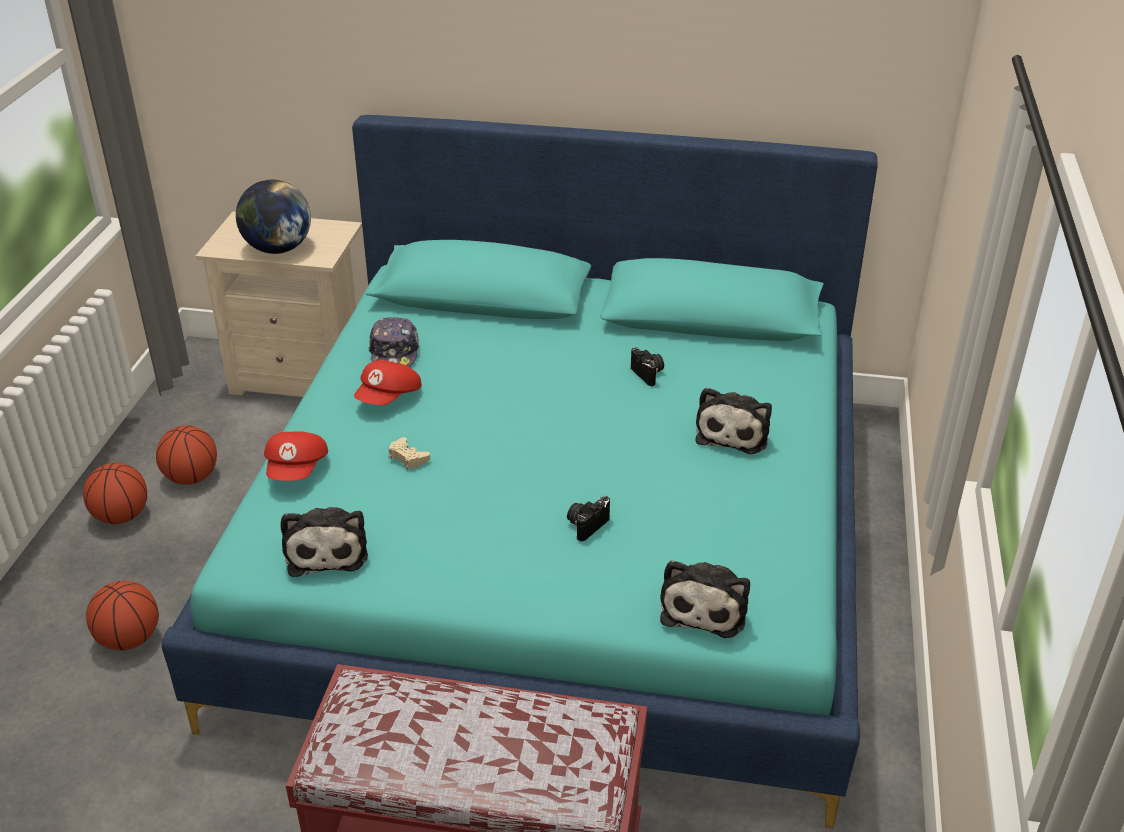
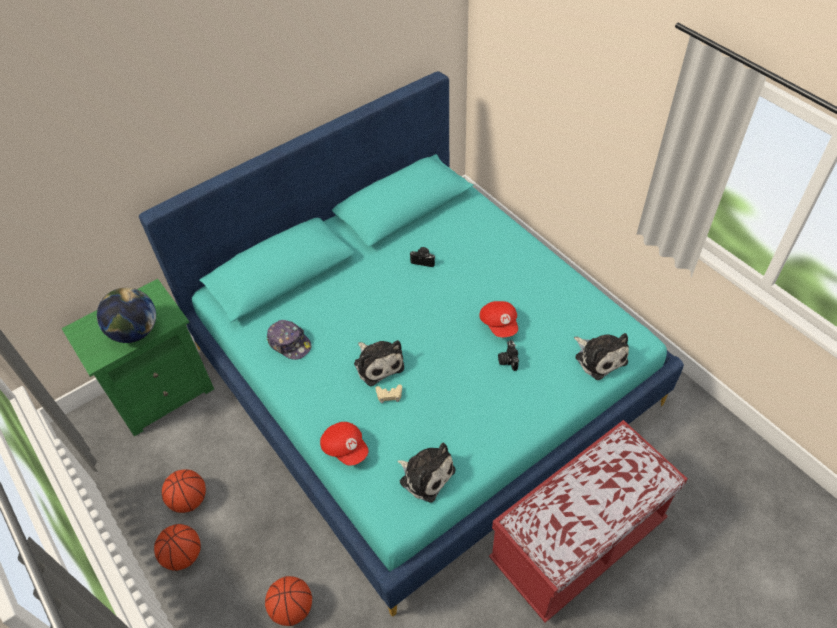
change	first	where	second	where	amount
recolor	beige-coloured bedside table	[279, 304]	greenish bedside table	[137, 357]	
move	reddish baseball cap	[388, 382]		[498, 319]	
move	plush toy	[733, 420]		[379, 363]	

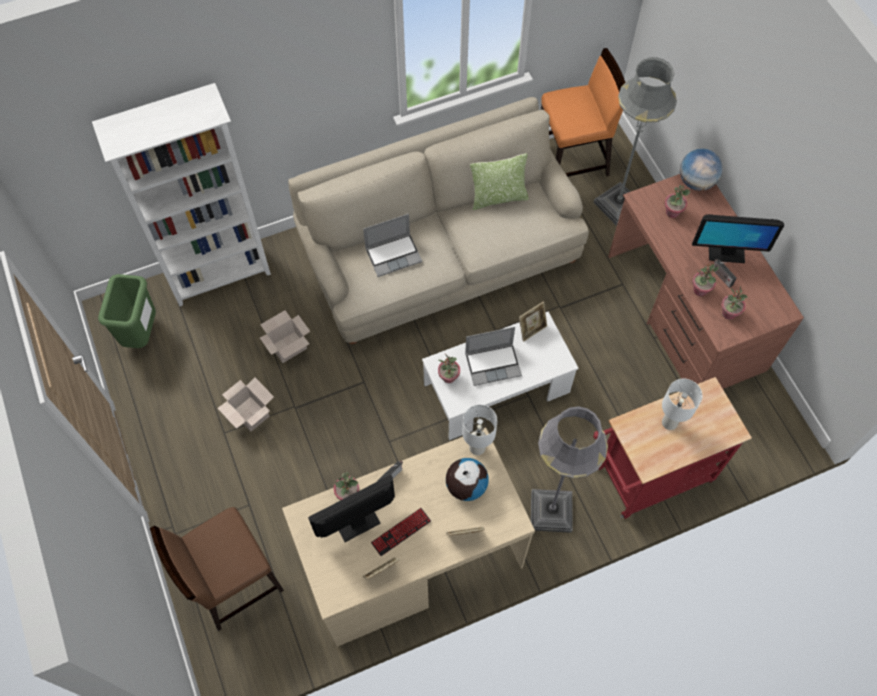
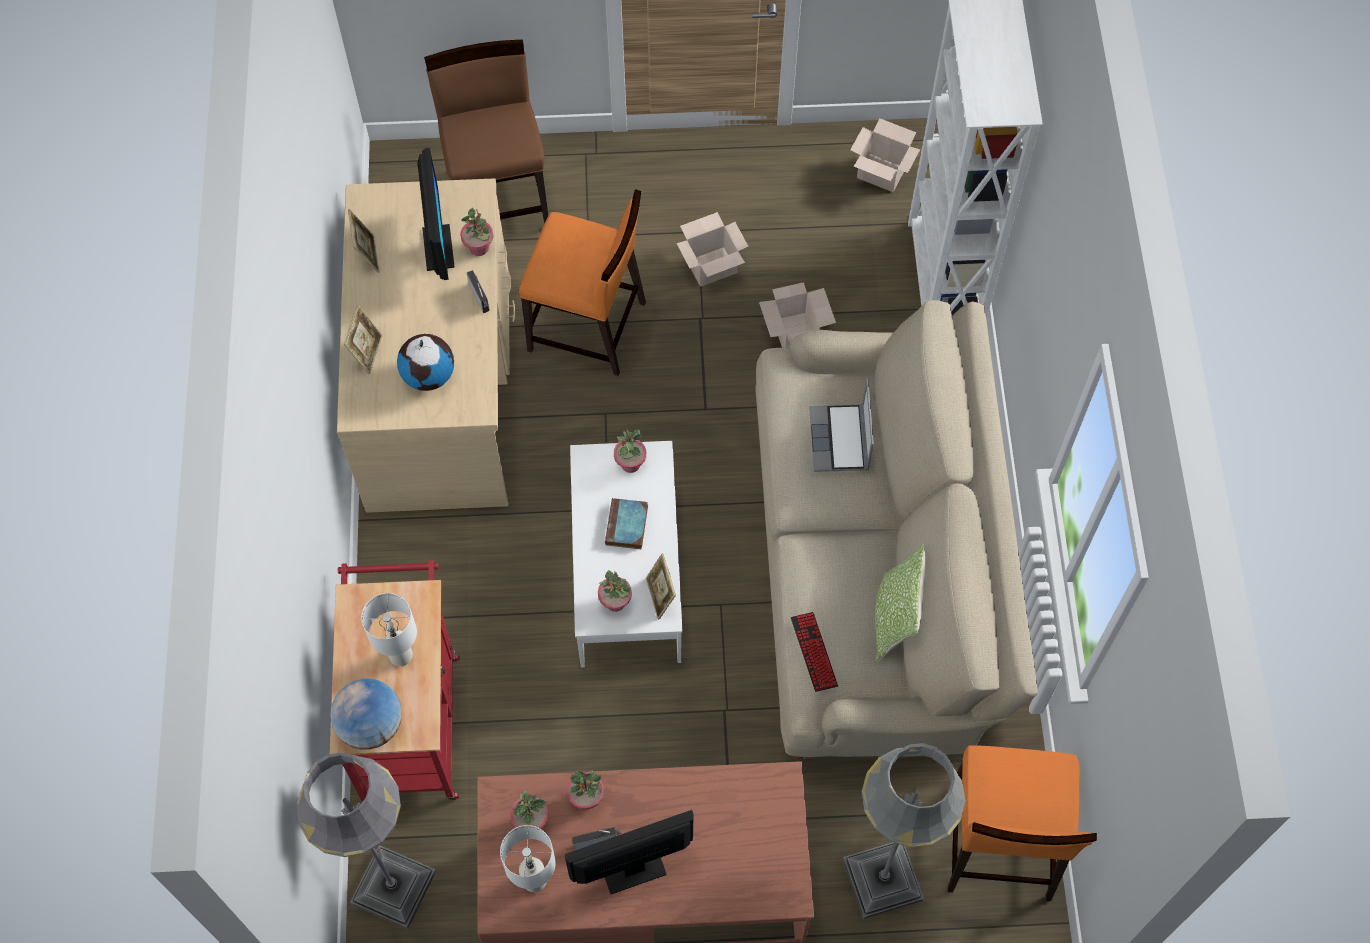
change	first	where	second	where	amount
replace	greenish waste bin	[127, 311]	cardboard box	[885, 155]	
move	PC keyboard	[401, 532]		[814, 652]	
move	white-coloured tabletop lamp	[480, 429]		[527, 858]	
replace	laptop	[493, 356]	bound book	[626, 523]	
move	greyish standing lamp	[569, 469]		[366, 840]	
move	houseplant	[677, 201]		[615, 591]	
move	world globe	[701, 170]		[366, 714]	
rotate	computer screen	[738, 238]		[629, 852]	45 degrees clockwise
insert			orangey upright chair	[582, 282]	

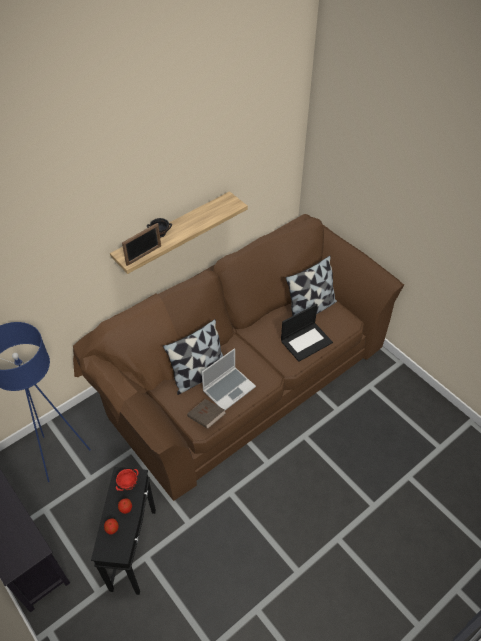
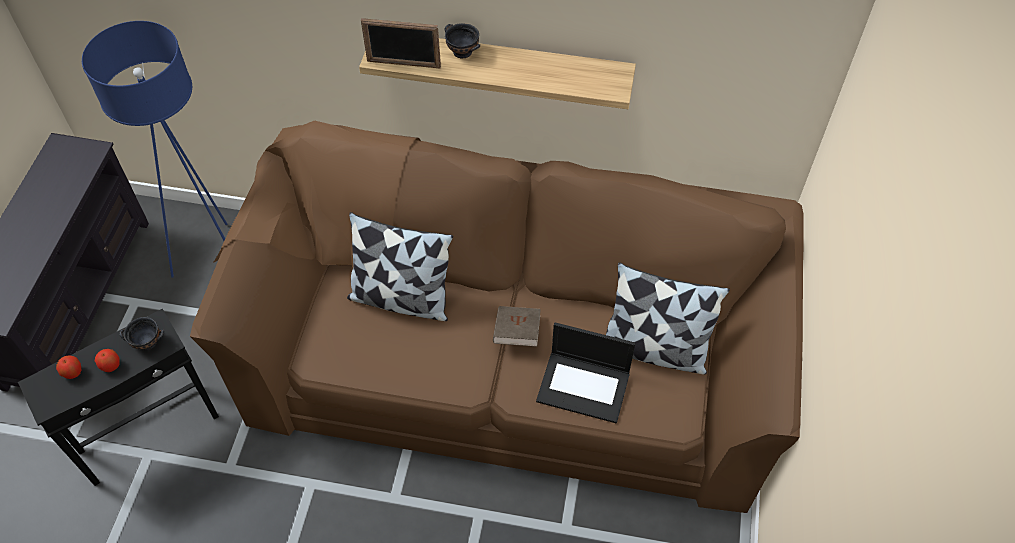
change	first	where	second	where	amount
recolor	reddish serving bowl	[127, 480]	blackish serving bowl	[141, 334]	
move	brownish bound book	[206, 414]		[517, 326]	
delete	laptop	[229, 379]			

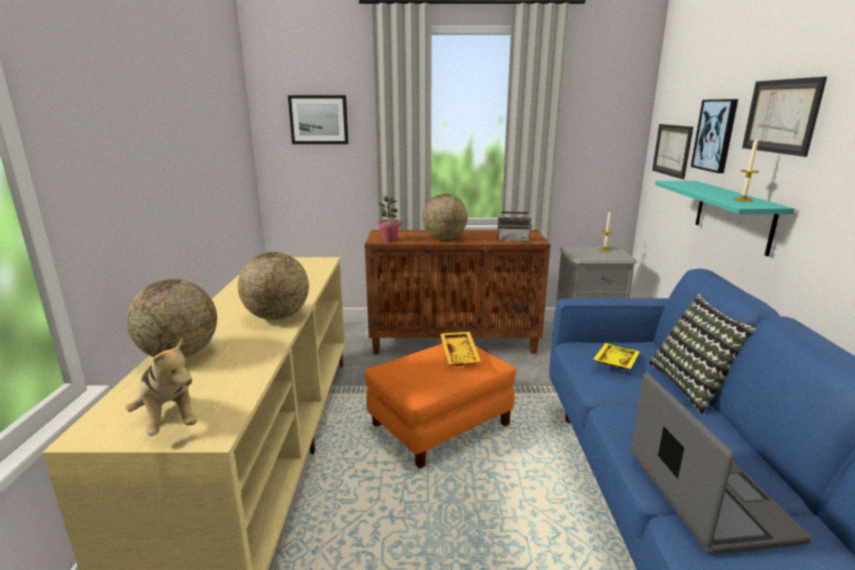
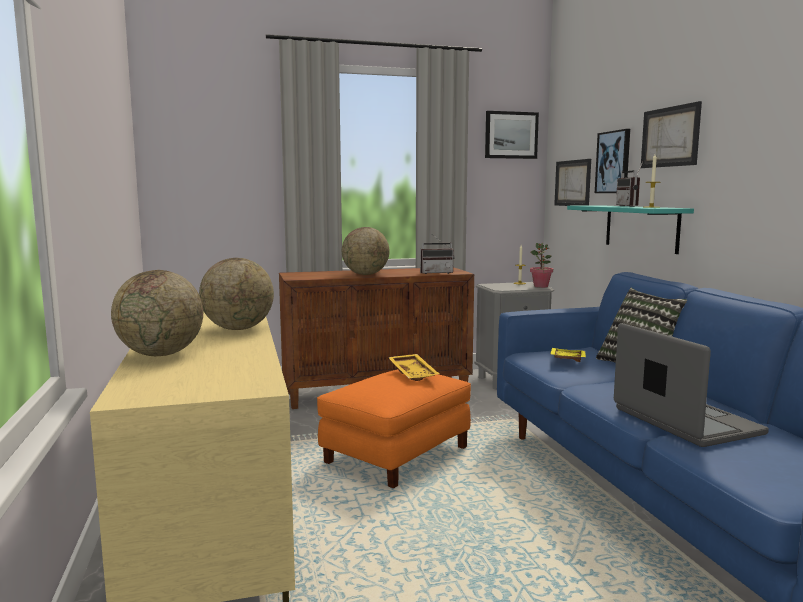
change	first	where	second	where	amount
delete	plush toy	[161, 387]			
move	wall picture	[318, 119]		[512, 135]	
move	houseplant	[389, 218]		[541, 265]	
insert			radio	[629, 184]	

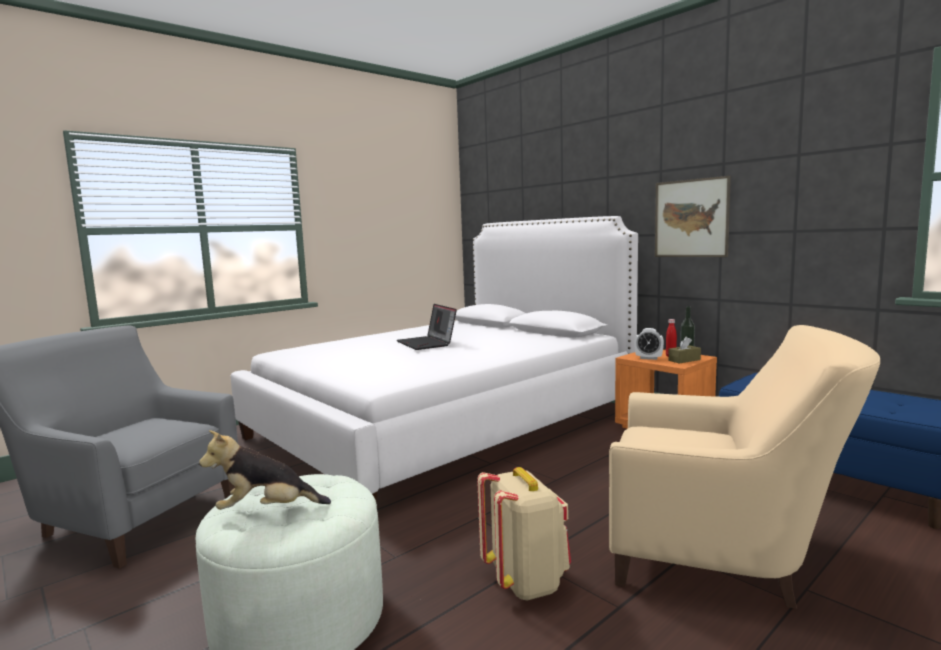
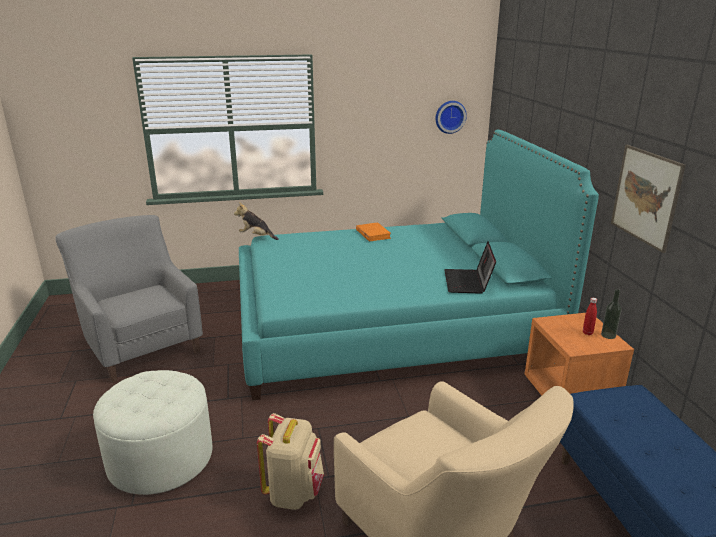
change	first	where	second	where	amount
move	plush toy	[265, 470]		[256, 221]	
recolor	white-coloured bedroom bed	[434, 358]	turquoise bedroom bed	[419, 265]	
move	laptop	[427, 327]		[470, 267]	
delete	table clock	[649, 344]			
delete	brownish box of tissues	[684, 350]			
insert			orangey bound book	[373, 232]	
insert			clock on the wall	[451, 117]	

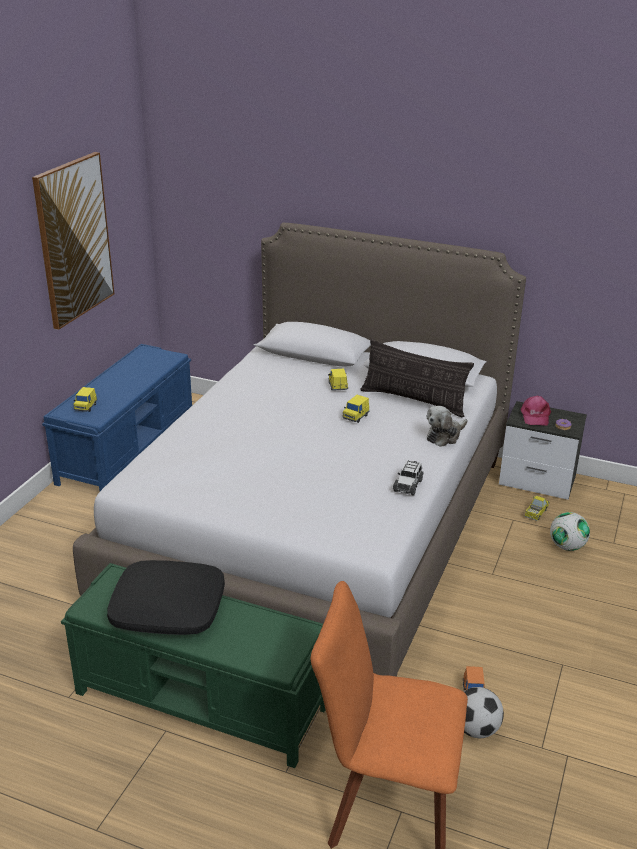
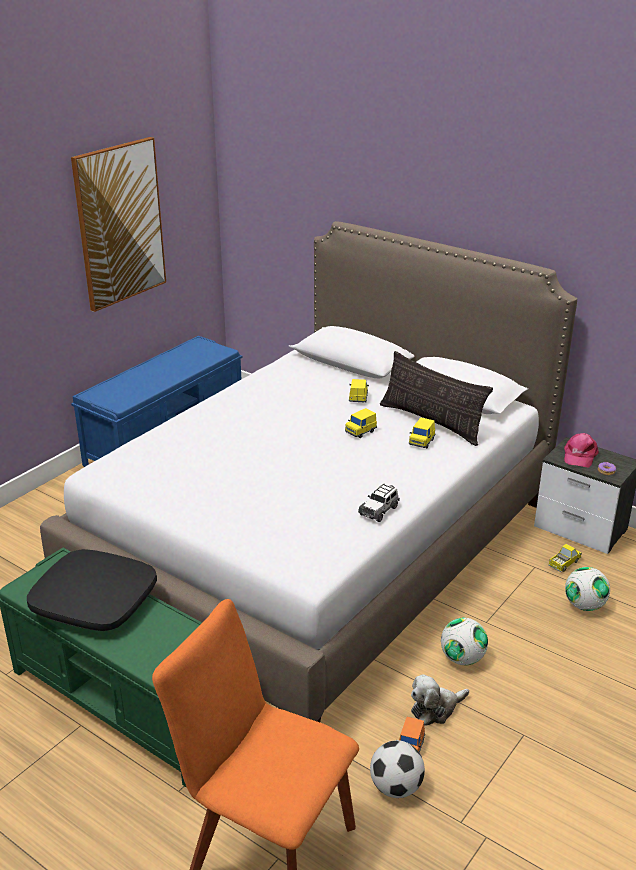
change	first	where	second	where	amount
move	yellowish miniature car	[85, 399]		[422, 433]	
move	plush toy	[447, 426]		[440, 700]	
insert			football ball	[464, 641]	

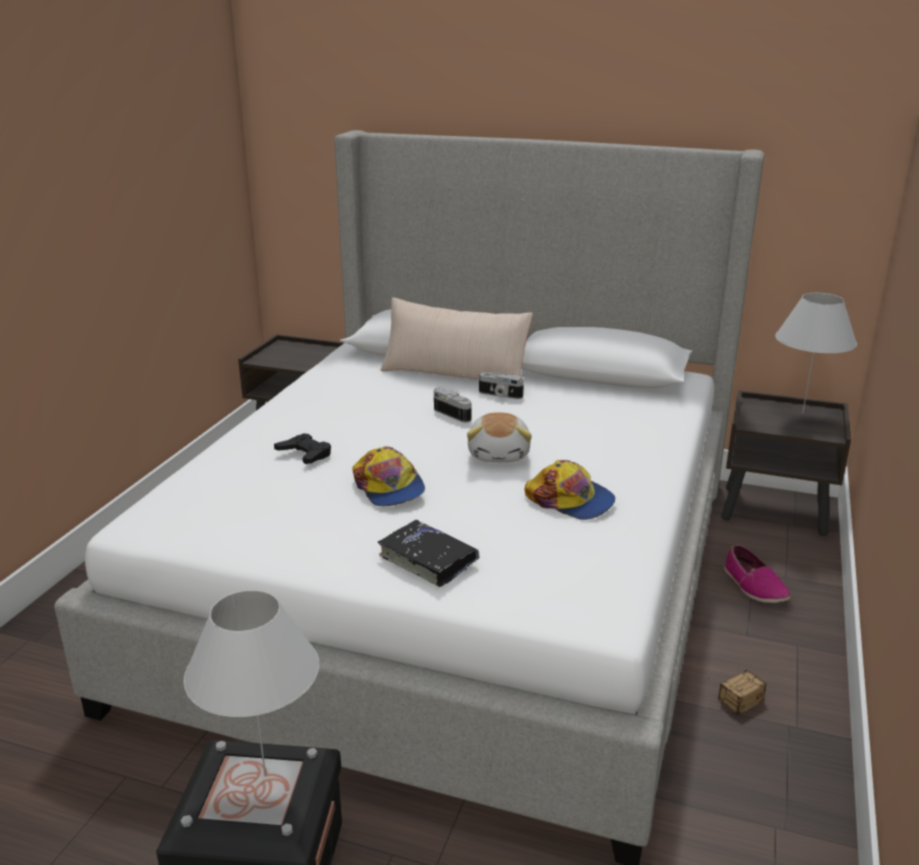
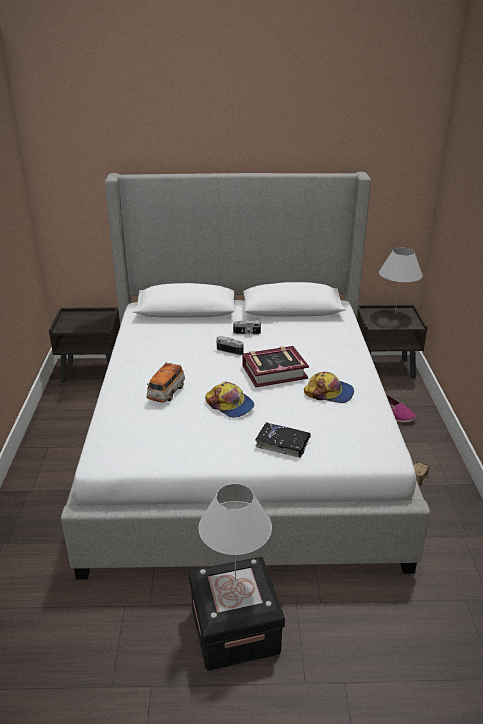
change	first	where	second	where	amount
replace	blackish joypad	[302, 448]	miniature car	[165, 382]	
delete	beige-coloured cushion	[456, 338]			
replace	plush toy	[499, 437]	bound book	[275, 366]	

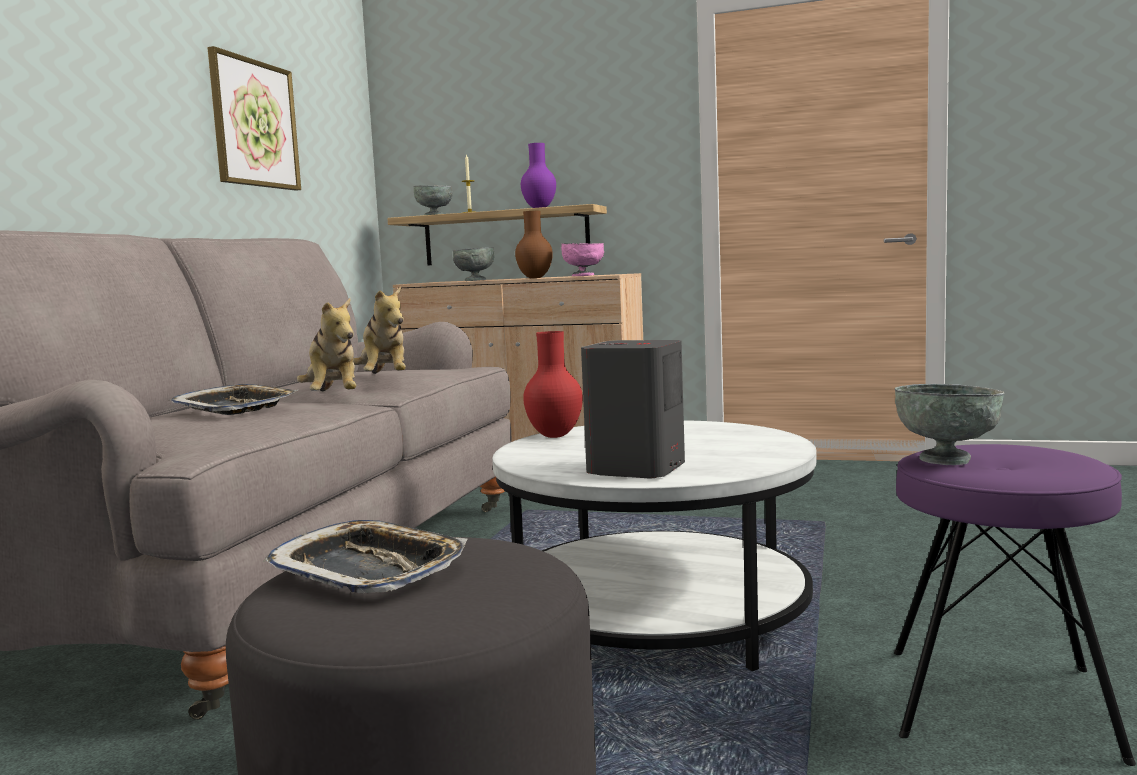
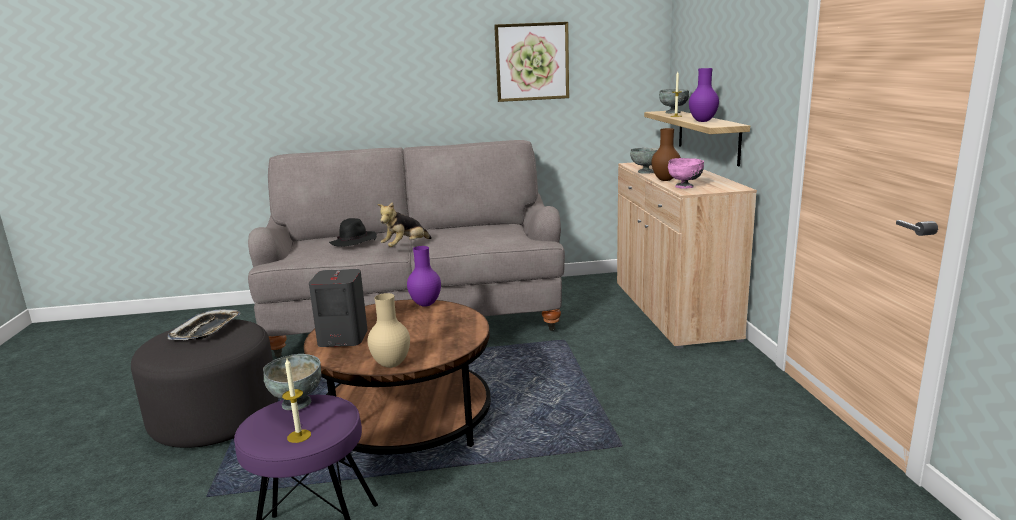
change	first	where	second	where	amount
replace	carrying tray	[234, 399]	blackish wearable hat	[353, 232]	
delete	plush toy	[379, 330]			
recolor	white-coloured lounge table	[654, 545]	brownish lounge table	[397, 380]	
recolor	reddish decorative vase	[553, 384]	purple decorative vase	[424, 276]	
insert			wax light	[296, 401]	
insert			beige-coloured decorative vase	[389, 330]	

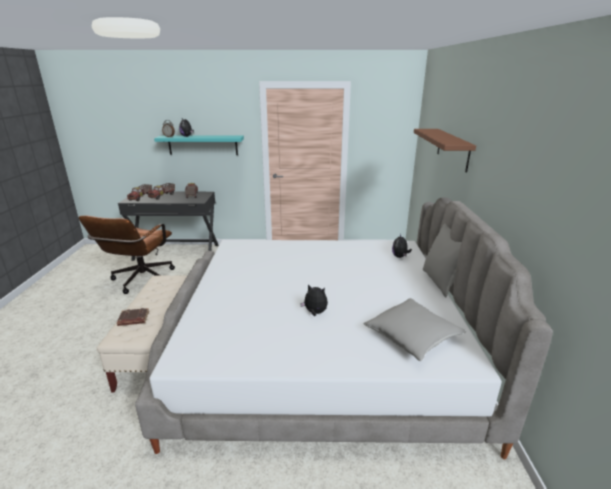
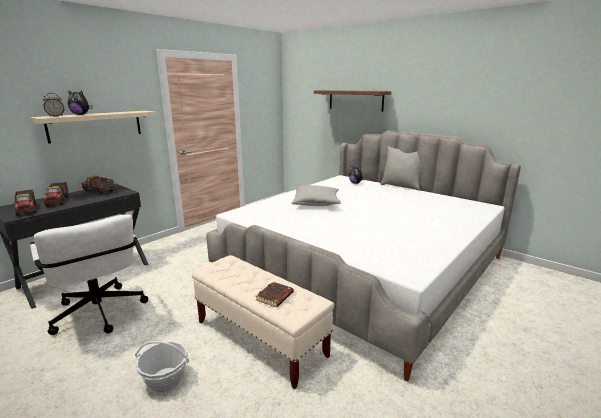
change	first	where	second	where	amount
recolor	brownish computer chair	[126, 255]	white-coloured computer chair	[89, 274]	
recolor	turquoise shelf	[199, 145]	beige-coloured shelf	[93, 127]	
delete	plush toy	[314, 300]			
move	greyish cushion	[415, 329]		[316, 195]	
insert			storage basket	[162, 366]	

